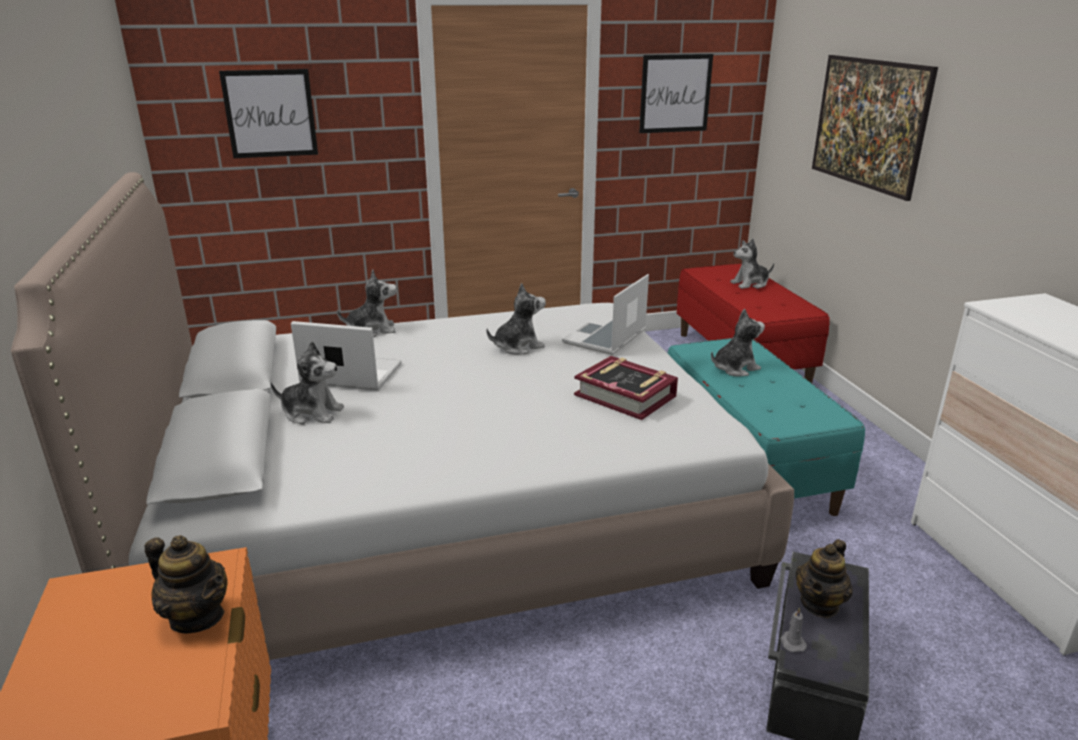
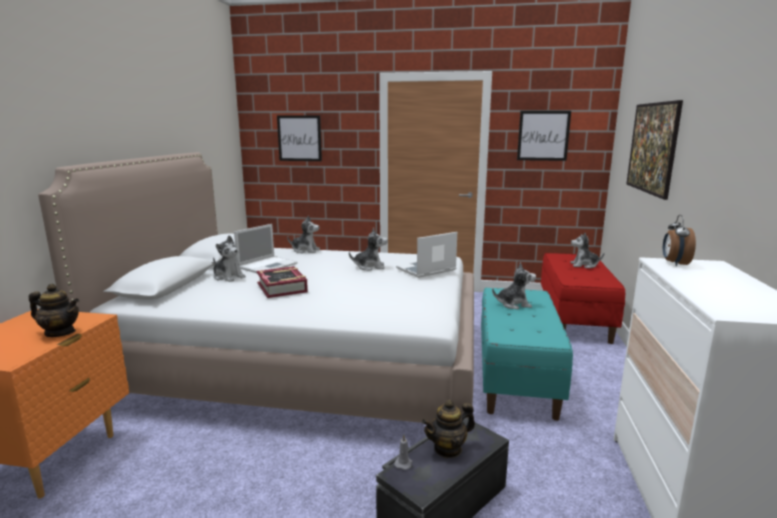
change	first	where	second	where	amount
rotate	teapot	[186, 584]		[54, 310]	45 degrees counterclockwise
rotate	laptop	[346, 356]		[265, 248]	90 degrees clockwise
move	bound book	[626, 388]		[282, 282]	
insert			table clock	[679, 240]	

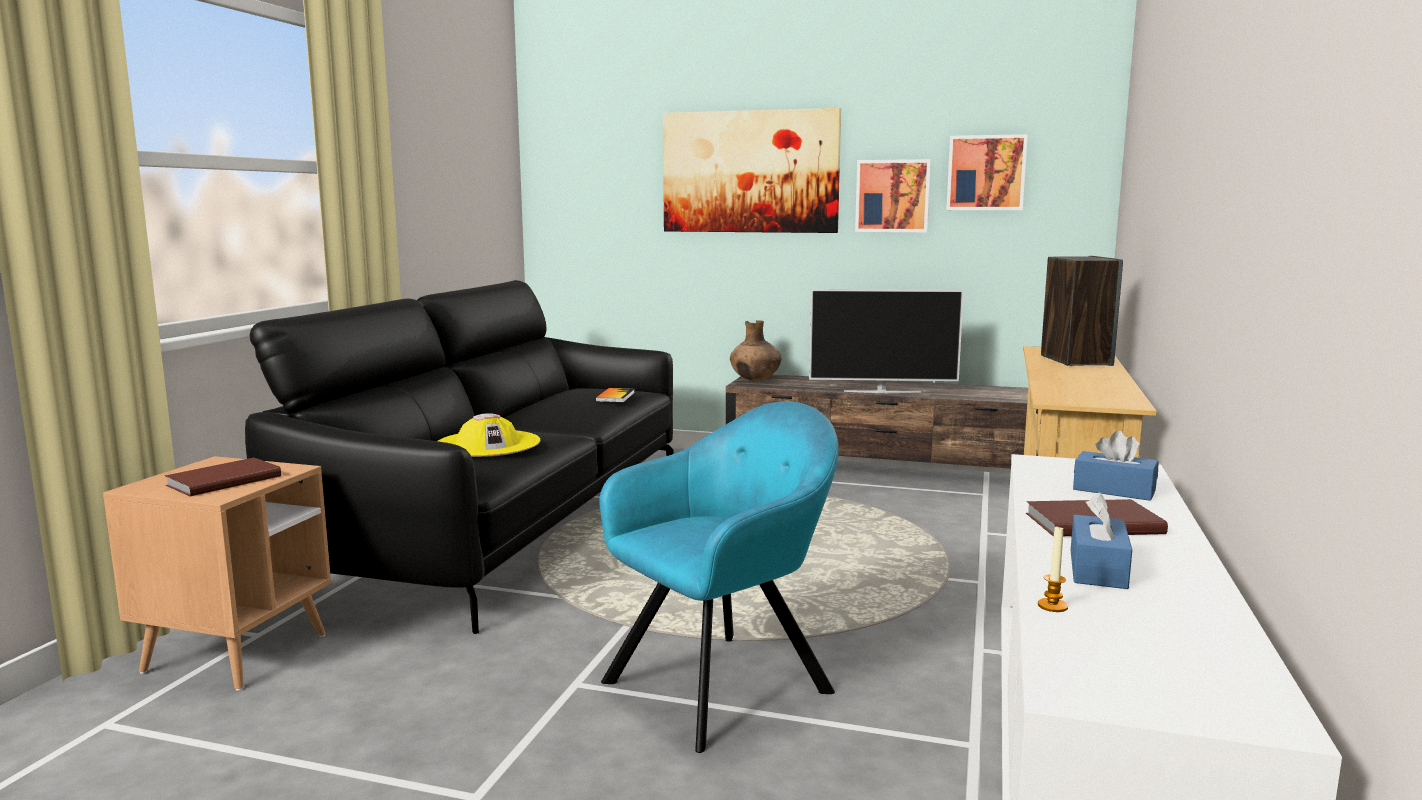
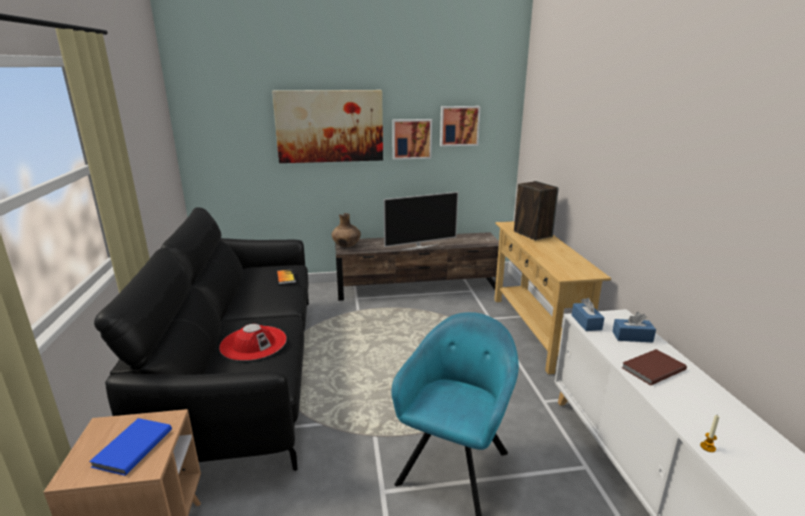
change	first	where	second	where	amount
recolor	brownish bound book	[223, 477]	bluish bound book	[130, 447]	
recolor	yellowish wearable hat	[489, 435]	reddish wearable hat	[253, 342]	
move	bluish box of tissues	[1101, 540]		[588, 314]	

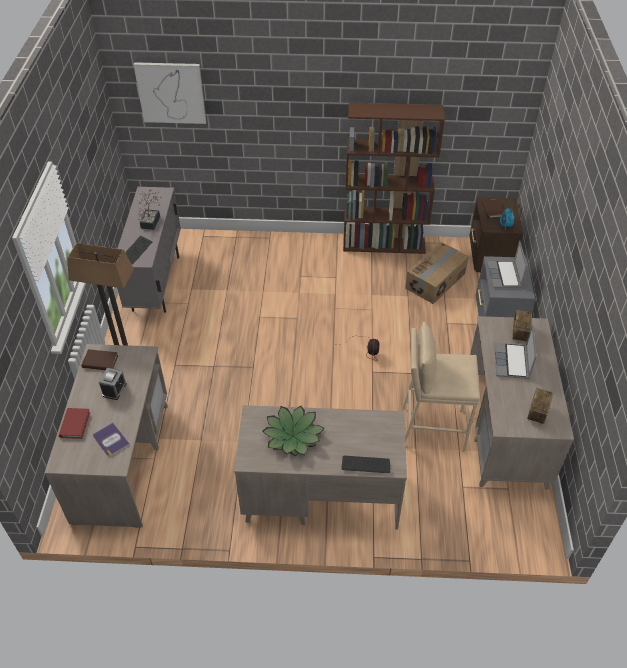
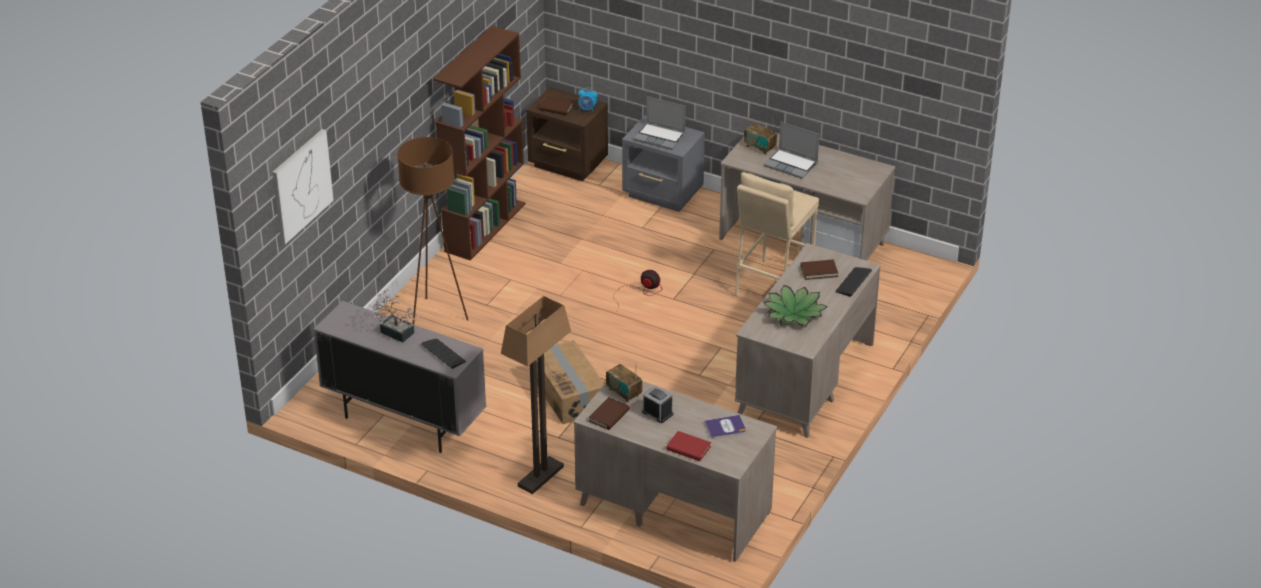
change	first	where	second	where	amount
move	cardboard box	[437, 273]		[570, 382]	
move	radio	[540, 406]		[624, 383]	
insert			brownish standing lamp	[432, 230]	
insert			brownish bound book	[819, 270]	

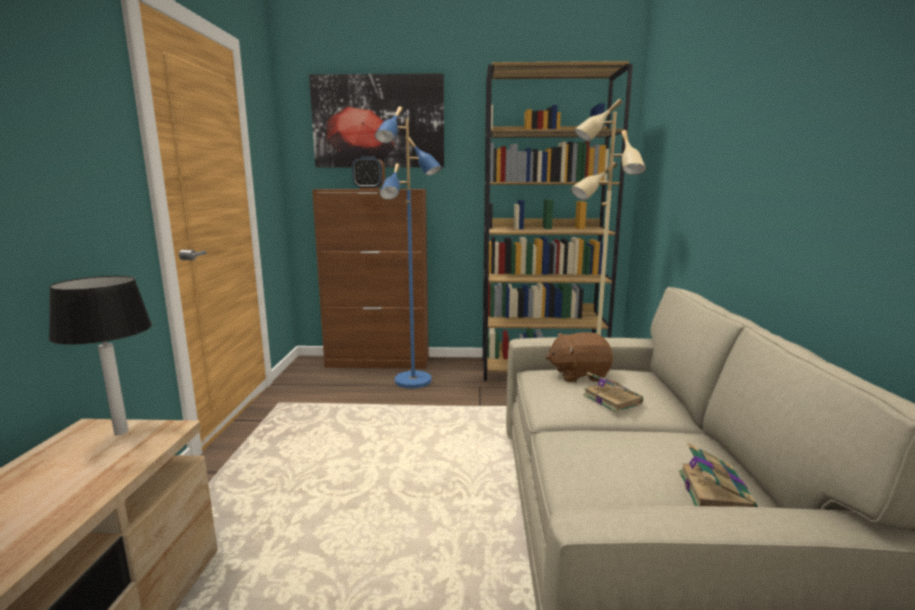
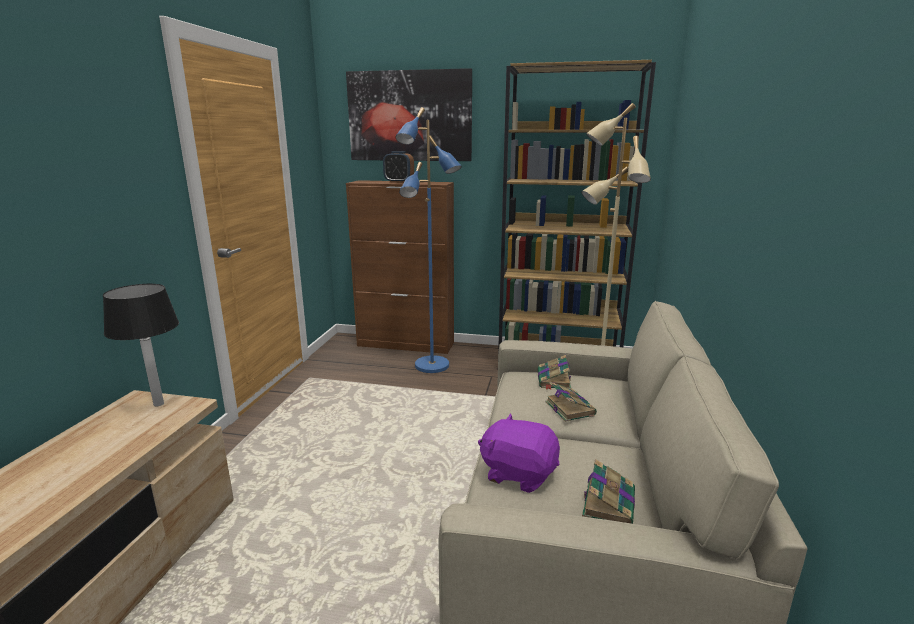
change	first	where	second	where	amount
replace	brownish plush toy	[579, 357]	bound book	[554, 372]	
insert			purple plush toy	[519, 453]	

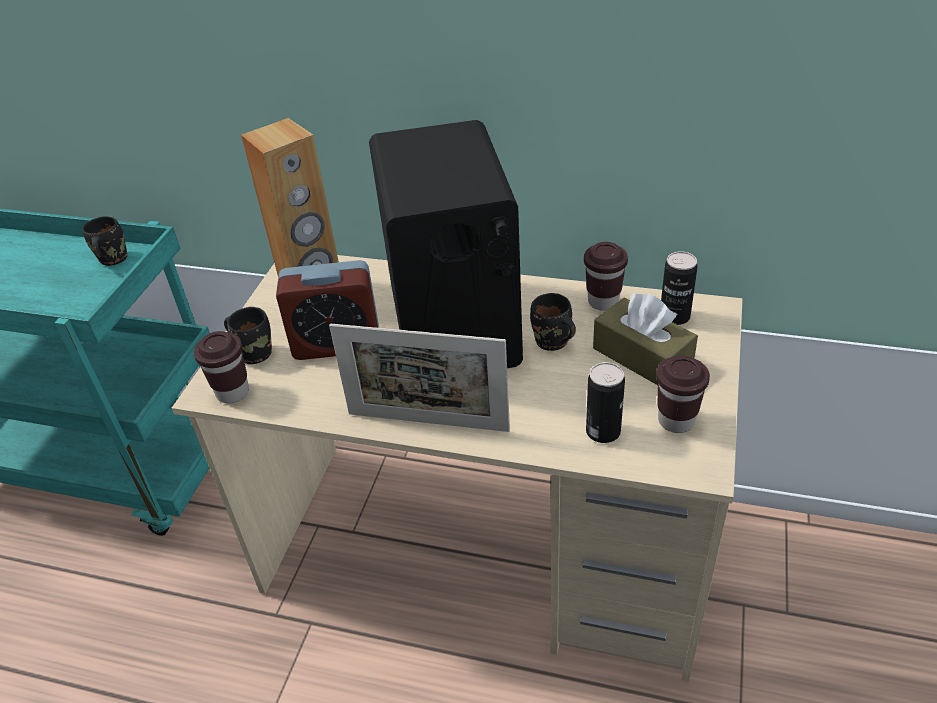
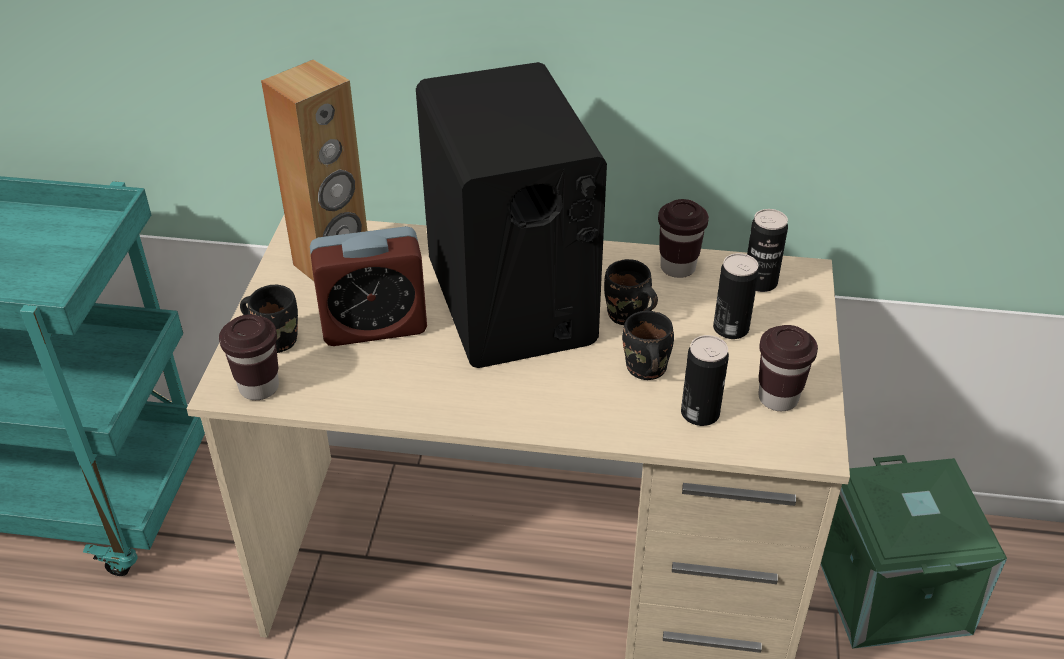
change	first	where	second	where	amount
move	blackish tea mug	[105, 241]		[648, 345]	
delete	photo frame	[419, 378]			
replace	brownish box of tissues	[645, 339]	metal can	[736, 296]	
insert			greenish storage bin	[914, 552]	

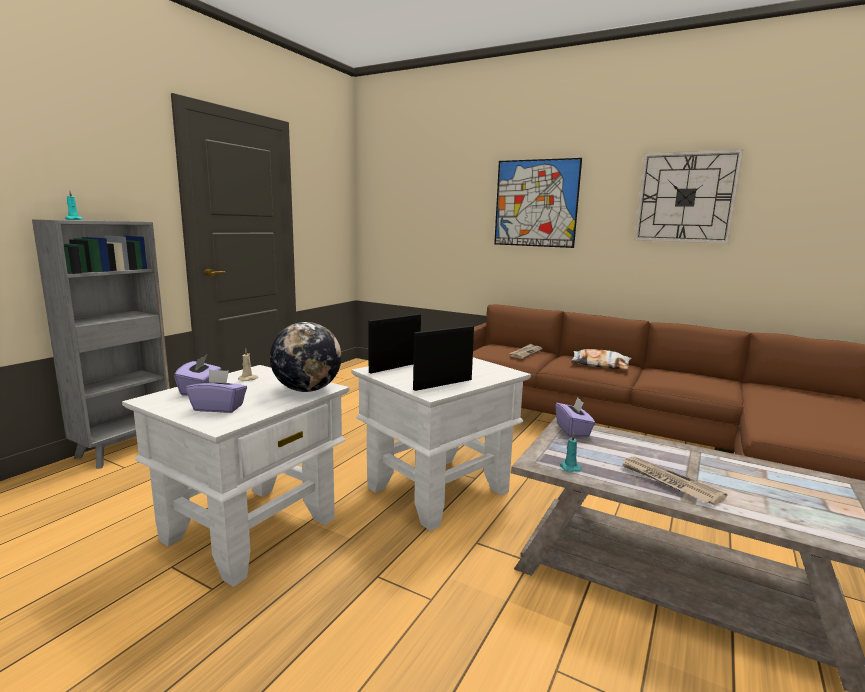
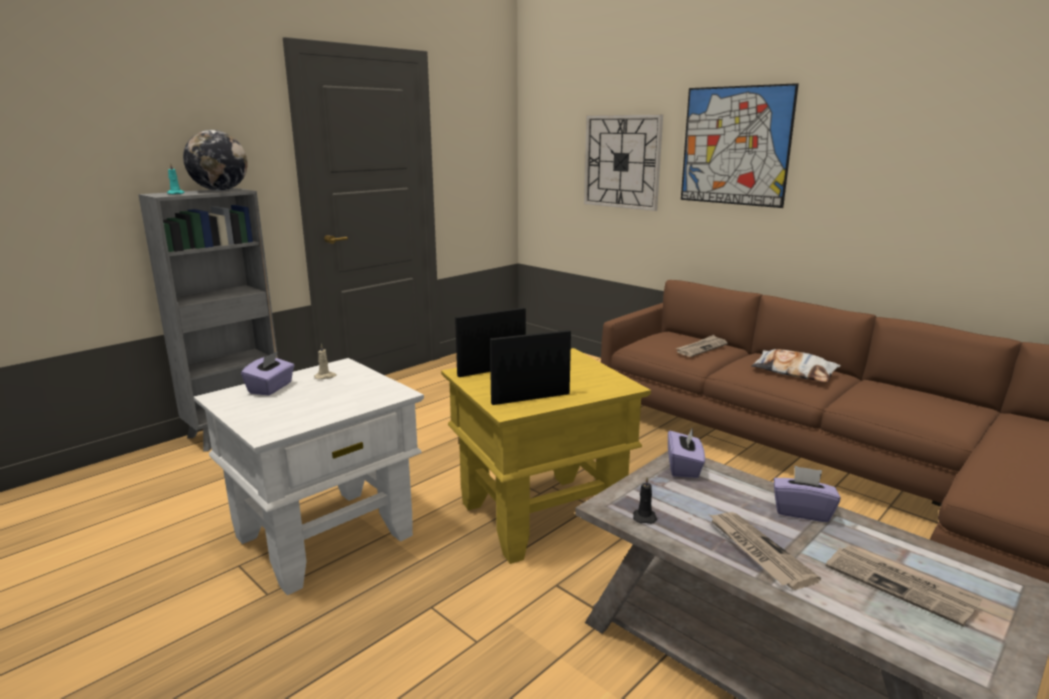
change	first	where	second	where	amount
move	purple box of tissues	[216, 391]		[807, 494]	
move	world globe	[305, 357]		[215, 160]	
recolor	white-coloured accent table	[441, 444]	yellowish accent table	[546, 456]	
recolor	turquoise wax light	[571, 452]	blackish wax light	[645, 500]	
move	clock on the wall	[689, 196]		[623, 162]	
insert			printed paper	[904, 586]	

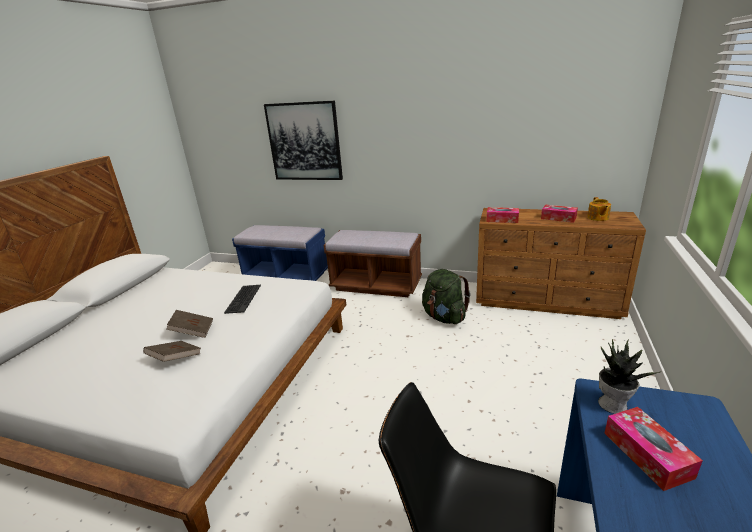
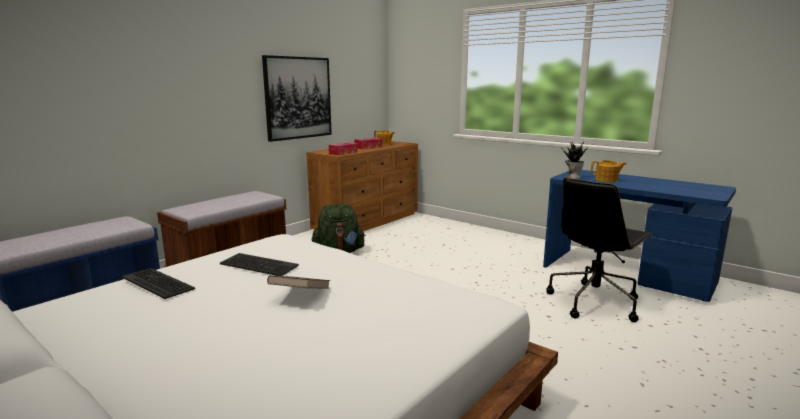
change	first	where	second	where	amount
delete	brownish bound book	[171, 351]			
move	wall picture	[303, 140]		[297, 98]	
replace	box of tissues	[654, 449]	teapot	[609, 171]	
insert			PC keyboard	[158, 283]	

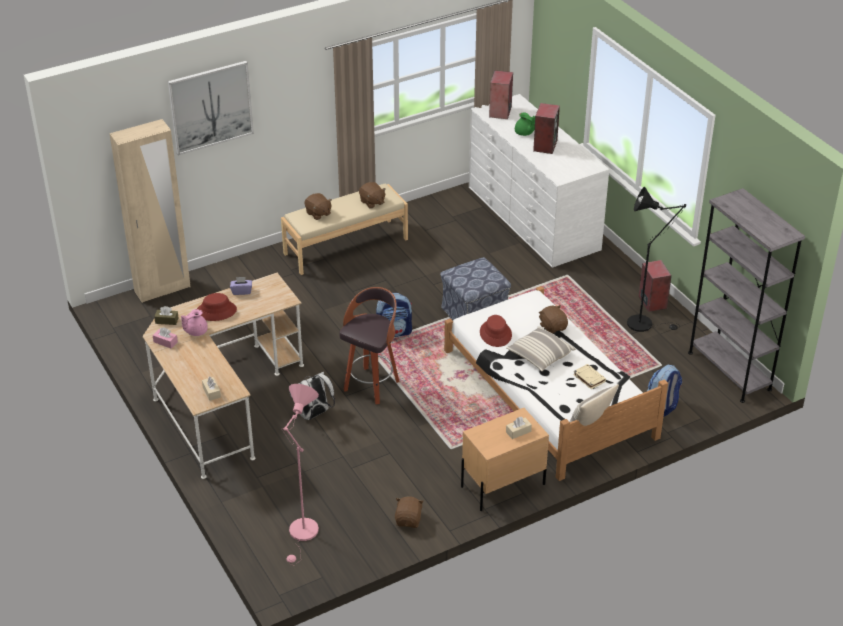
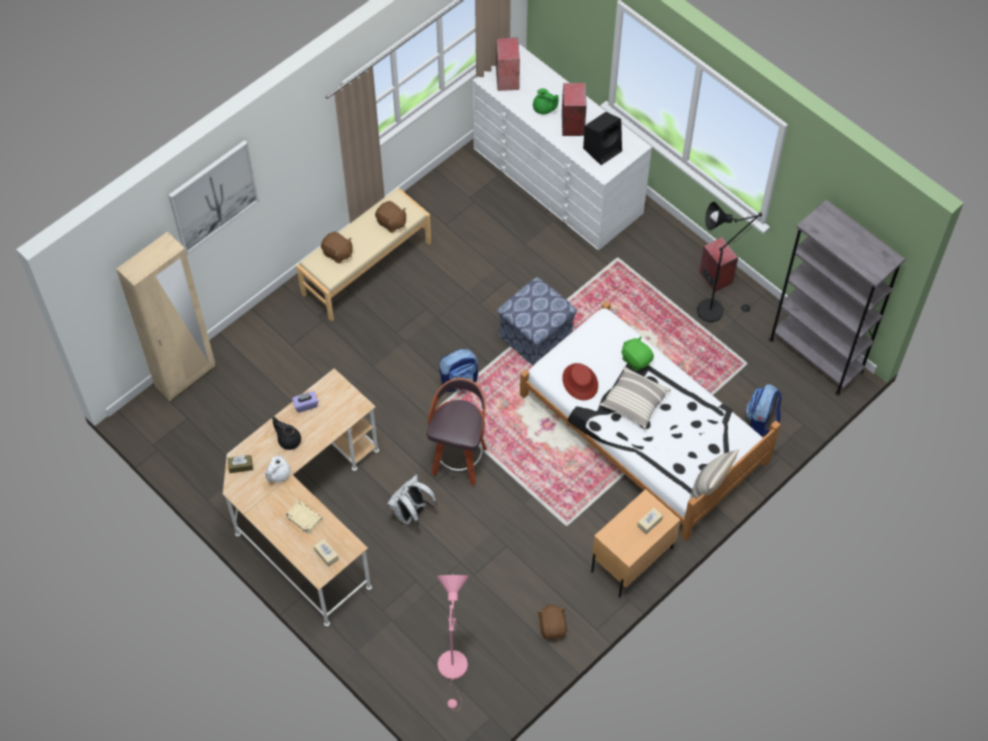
change	first	where	second	where	amount
delete	pinkish box of tissues	[165, 337]			
recolor	pinkish teapot	[194, 322]	white-coloured teapot	[277, 468]	
replace	reddish wearable hat	[217, 307]	blackish teapot	[286, 433]	
recolor	brownish plush toy	[553, 319]	greenish plush toy	[637, 353]	
move	beige-coloured bound book	[589, 376]		[304, 517]	
insert			blackish audio speaker	[602, 138]	

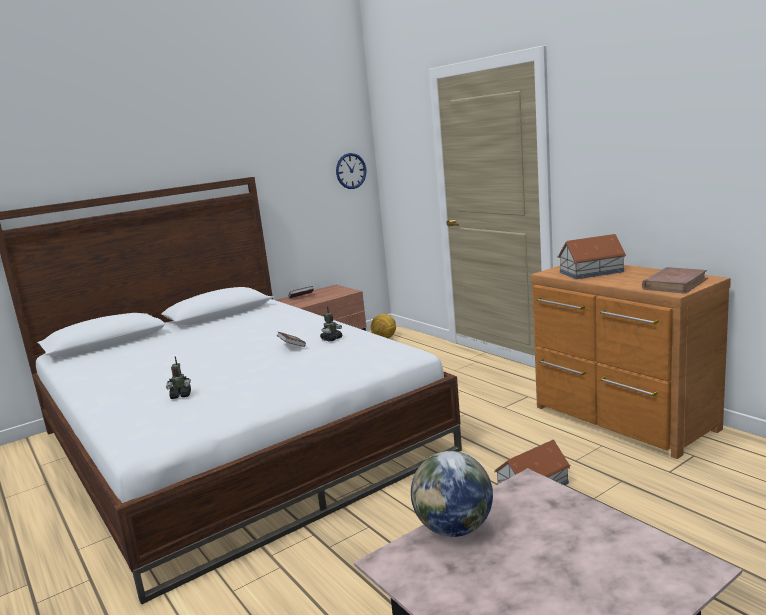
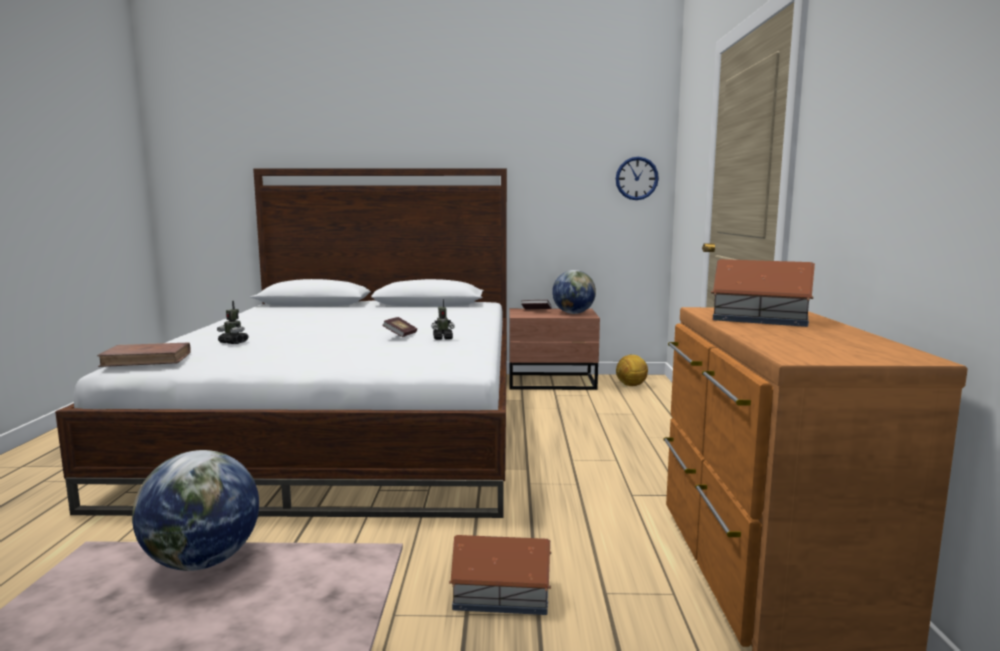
change	first	where	second	where	amount
move	brownish bound book	[675, 280]		[144, 354]	
insert			world globe	[574, 292]	

